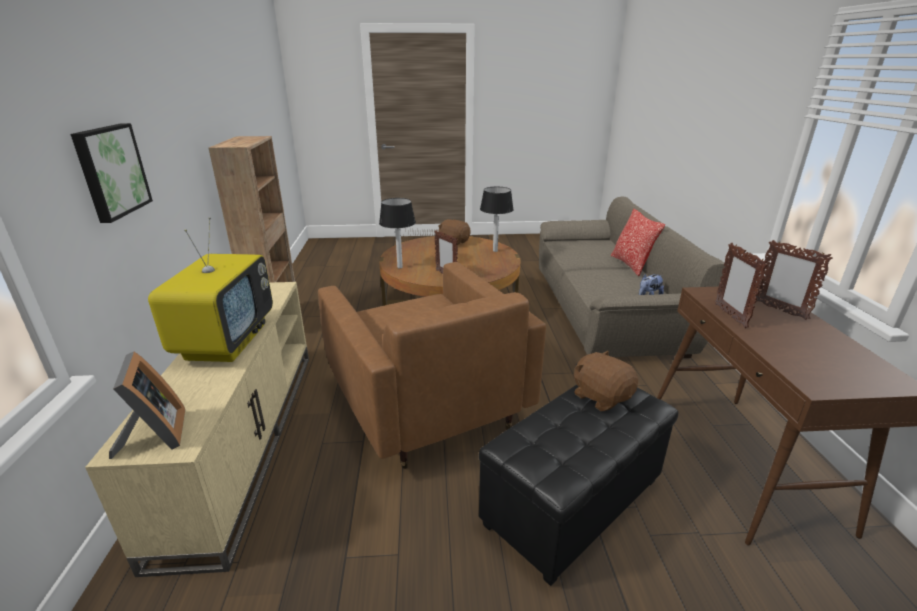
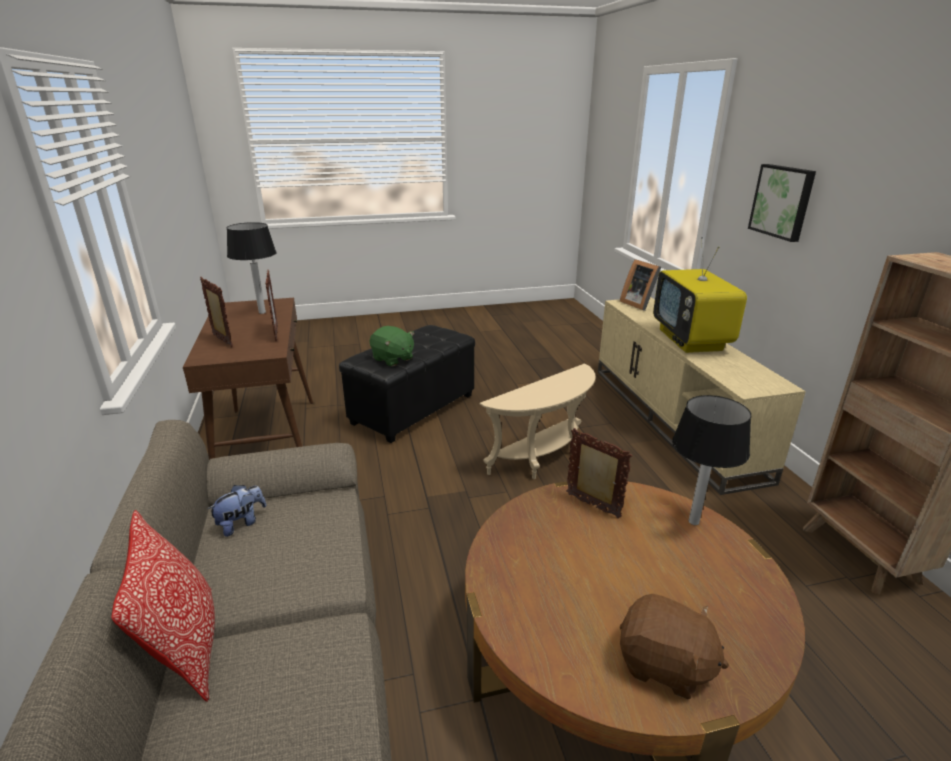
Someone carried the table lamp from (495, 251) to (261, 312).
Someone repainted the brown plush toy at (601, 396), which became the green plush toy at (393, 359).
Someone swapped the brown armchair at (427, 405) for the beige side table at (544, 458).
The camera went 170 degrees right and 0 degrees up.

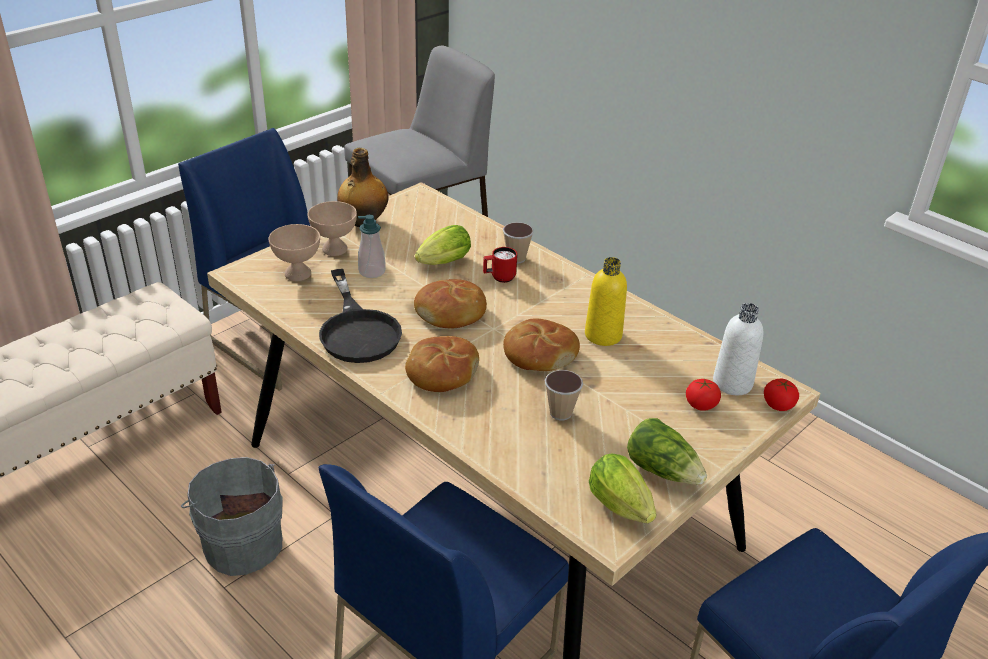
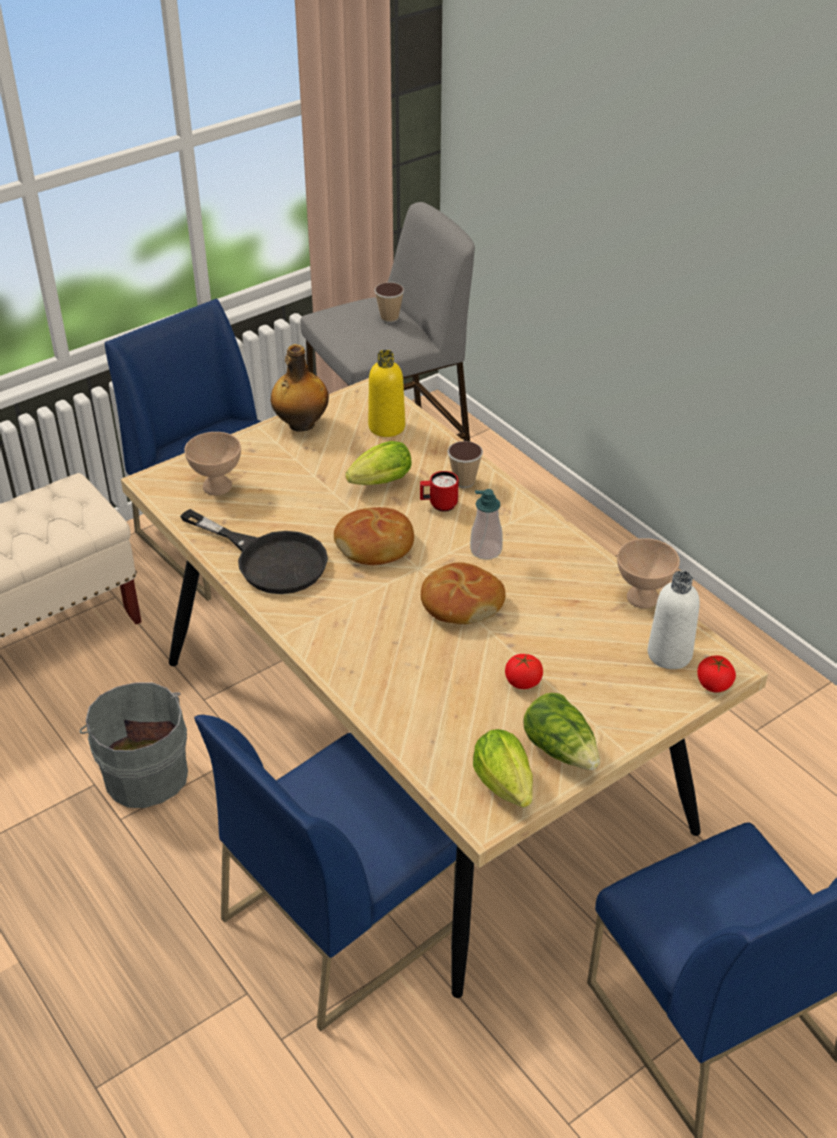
Someone rotated the black frying pan at (357, 330) by 45 degrees counterclockwise.
Someone carried the yellow bottle from (603, 335) to (386, 427).
Someone carried the cup from (560, 413) to (389, 318).
Someone carried the soap dispenser from (372, 271) to (486, 550).
Someone carried the tomato from (701, 405) to (523, 682).
Someone carried the beige bowl from (334, 249) to (641, 597).
Someone took away the bread at (441, 373).
The camera went 10 degrees right and 5 degrees up.

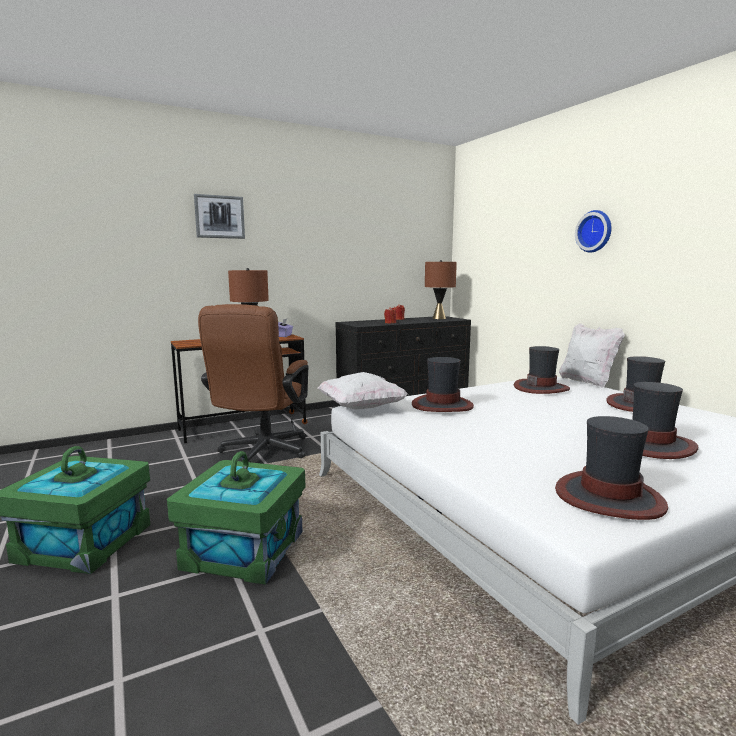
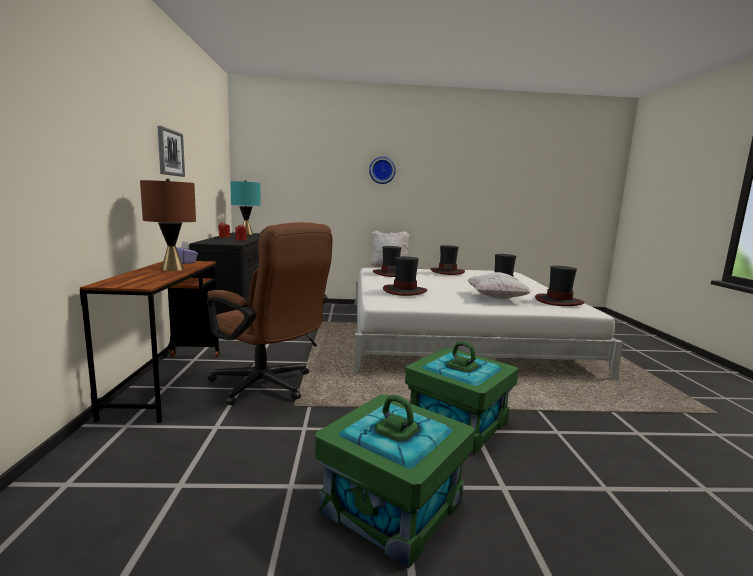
Someone carried the picture from (219, 217) to (170, 152).
Someone repainted the brown table lamp at (439, 318), which became the turquoise table lamp at (246, 234).
Someone carried the white pillow from (361, 408) to (496, 298).
The camera went 65 degrees left and 0 degrees up.

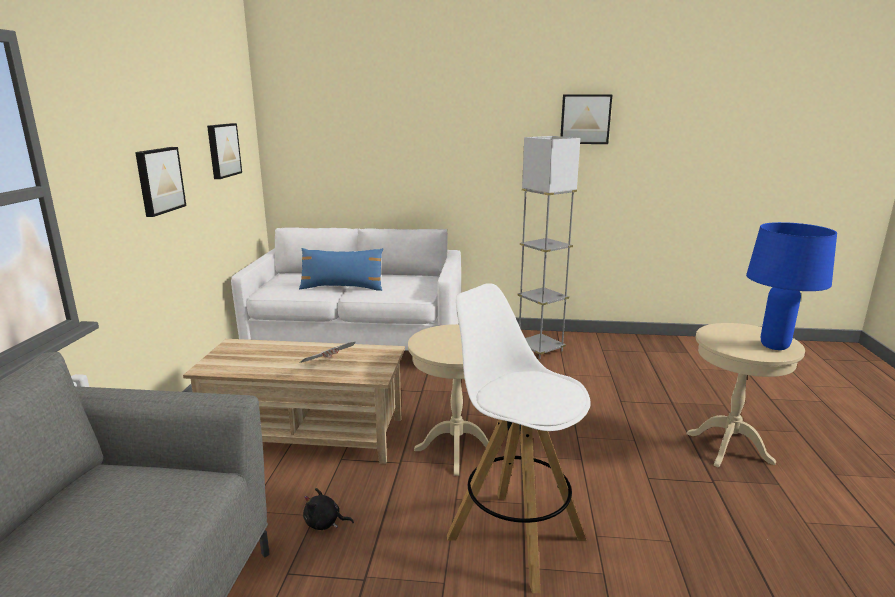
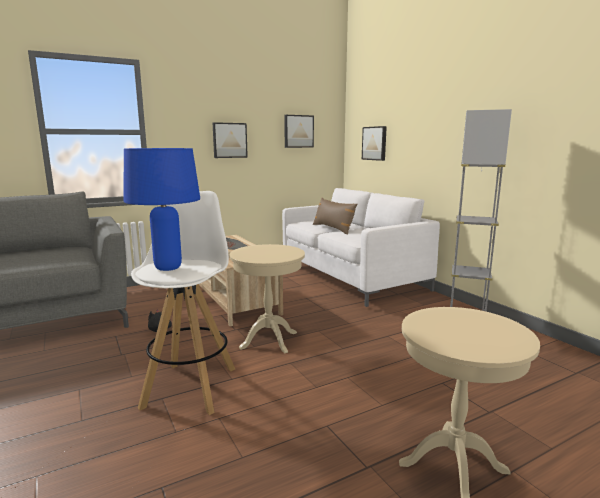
Someone carried the blue table lamp from (773, 346) to (168, 268).
Someone repainted the blue pillow at (342, 288), which became the brown pillow at (333, 229).
Someone carried the picture from (585, 119) to (375, 143).
The camera went 55 degrees right and 5 degrees down.

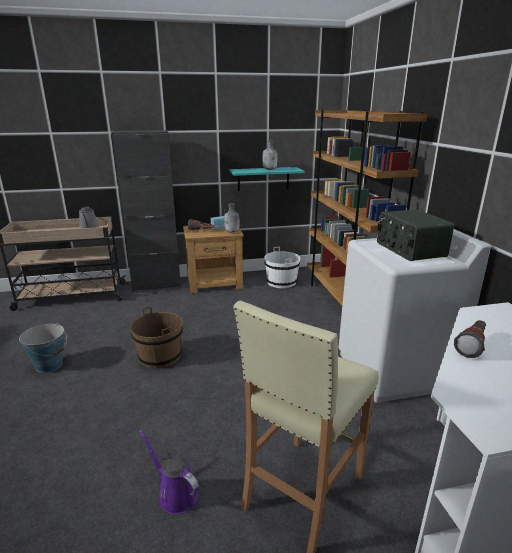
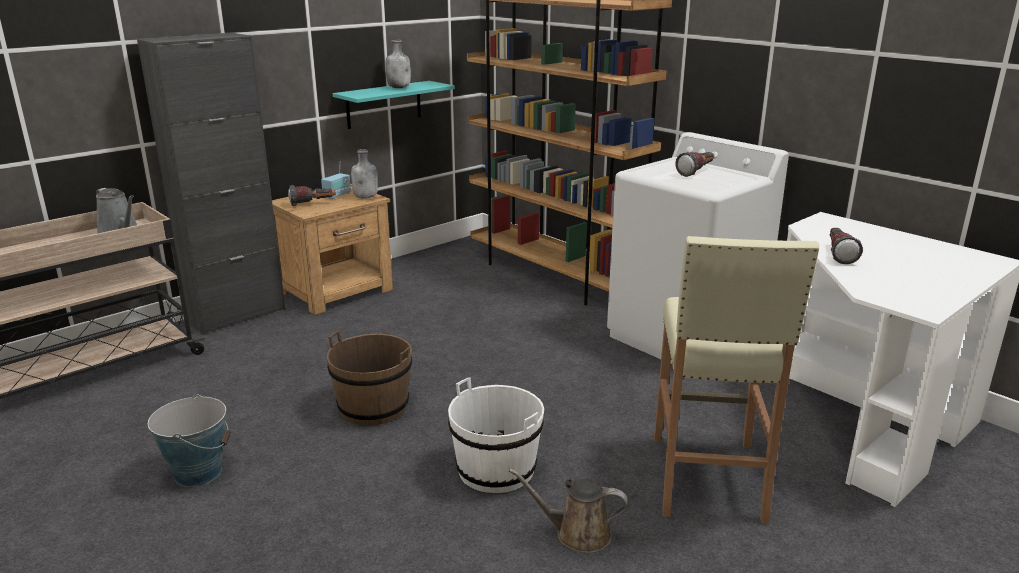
Someone carried the white bucket from (281, 282) to (496, 469).
Someone repainted the purple watering can at (175, 493), which became the brown watering can at (577, 534).
Someone swapped the radio at (409, 250) for the flashlight at (697, 172).
The camera went 30 degrees left and 0 degrees up.

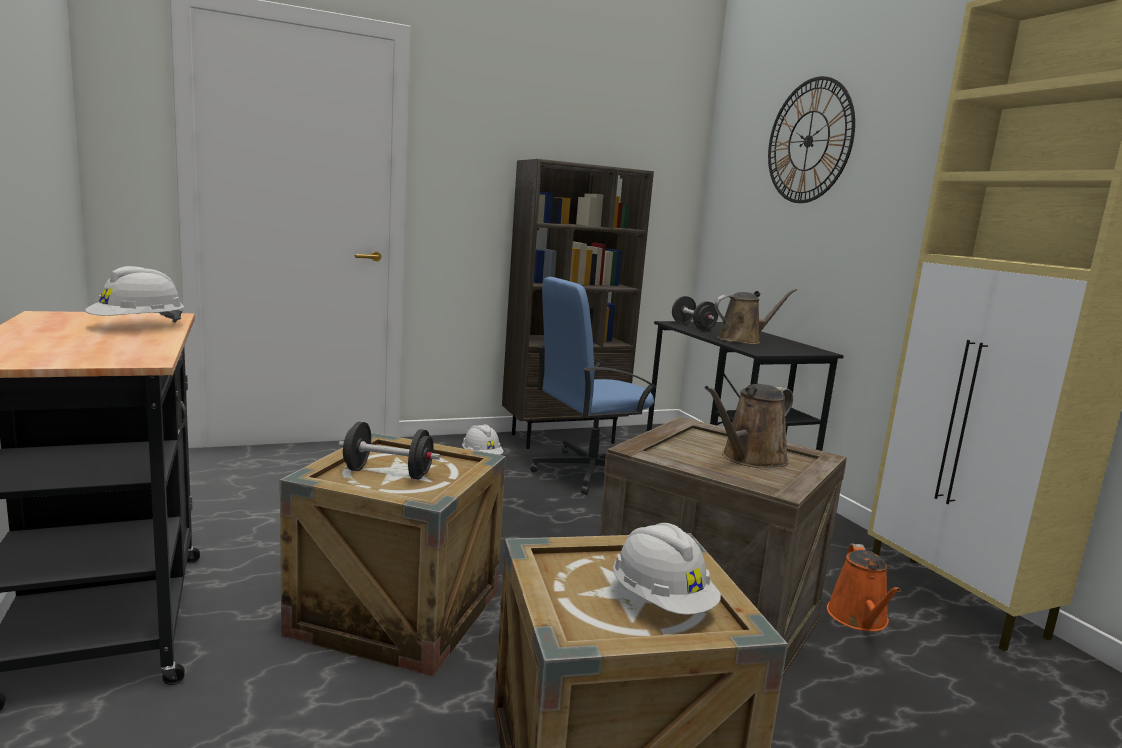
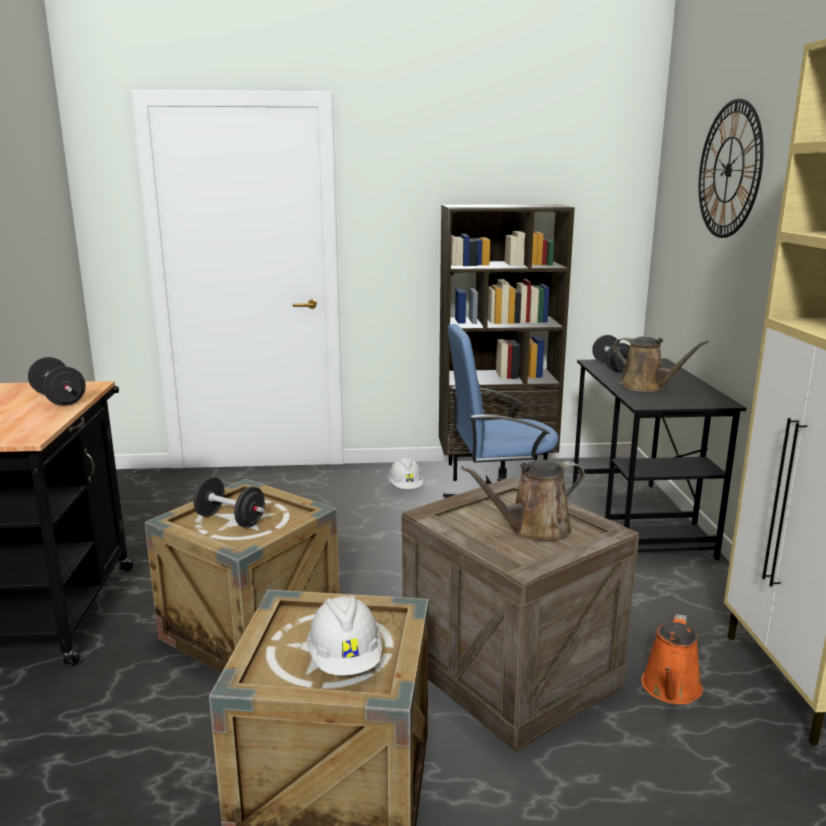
Someone swapped the white hard hat at (138, 326) for the black dumbbell at (59, 399).
Someone rotated the brown watering can at (742, 340) by 45 degrees clockwise.
The camera went 20 degrees right and 5 degrees up.

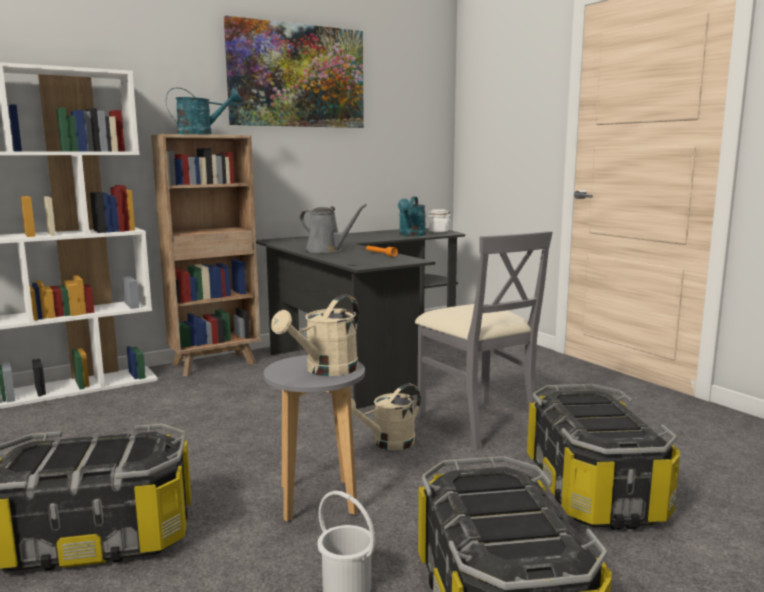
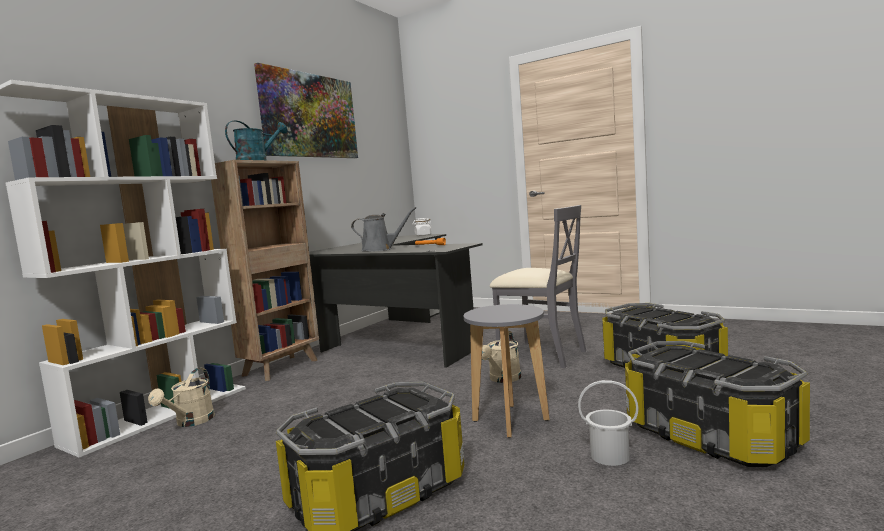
Someone carried the beige watering can from (325, 370) to (191, 422).
Someone took away the turquoise watering can at (411, 235).
The camera went 25 degrees left and 5 degrees down.

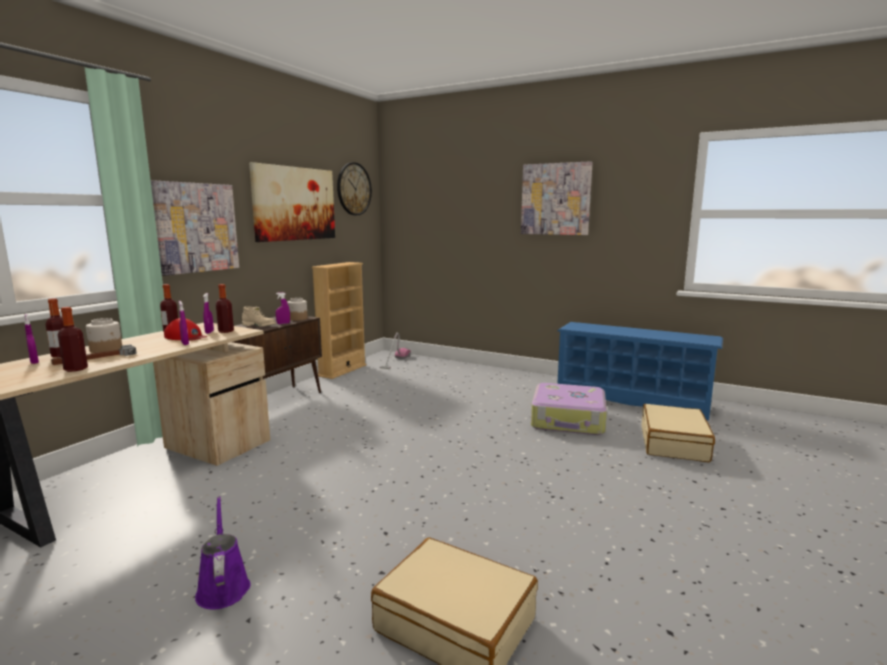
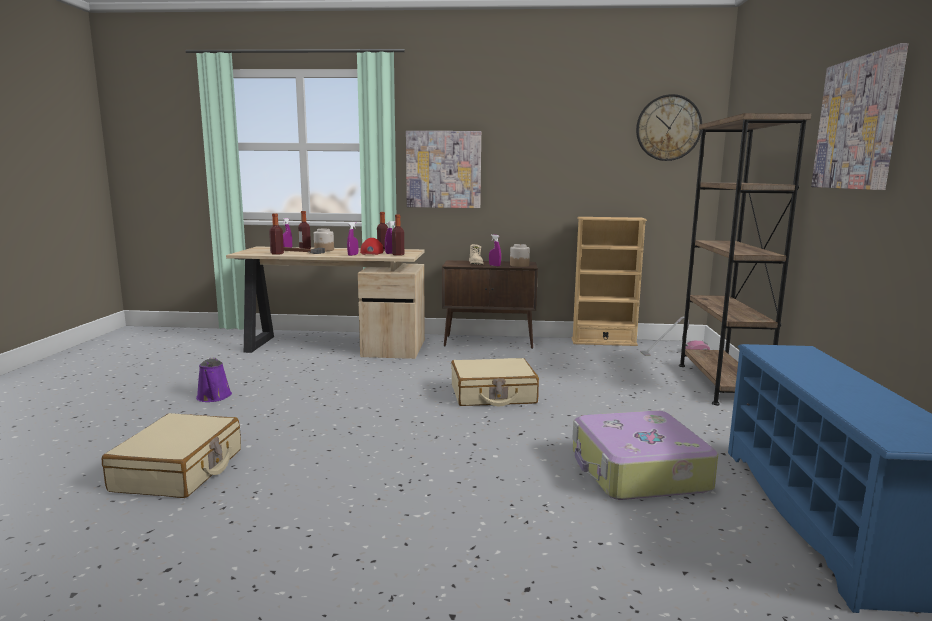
Someone rotated the purple watering can at (223, 587) by 120 degrees clockwise.
Someone carried the beige suitcase from (674, 444) to (493, 395).
Someone put down the brown bookcase at (720, 384).
Someone took away the picture at (294, 203).
The camera went 65 degrees right and 0 degrees up.

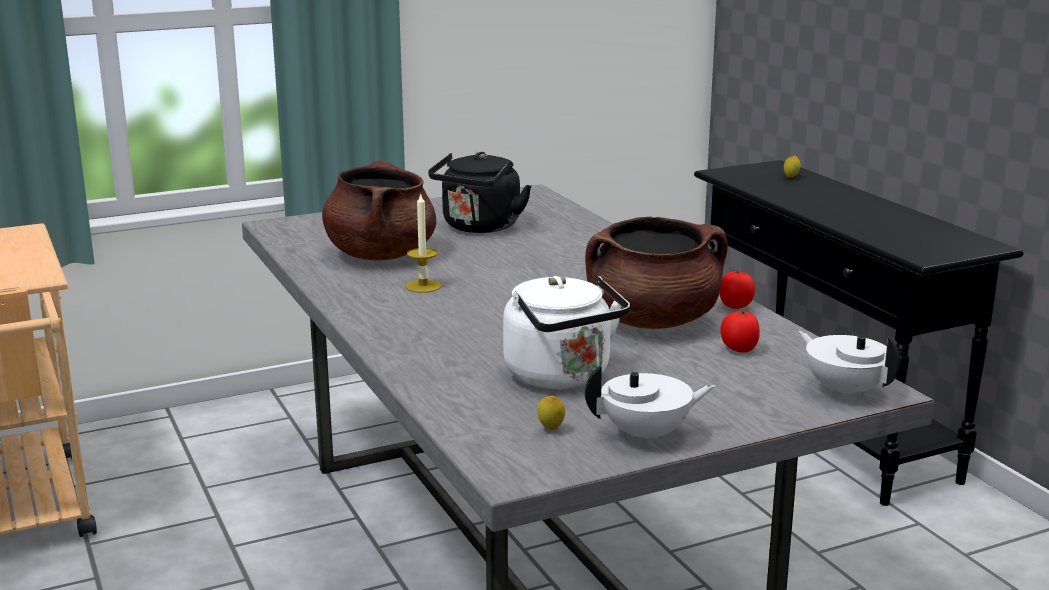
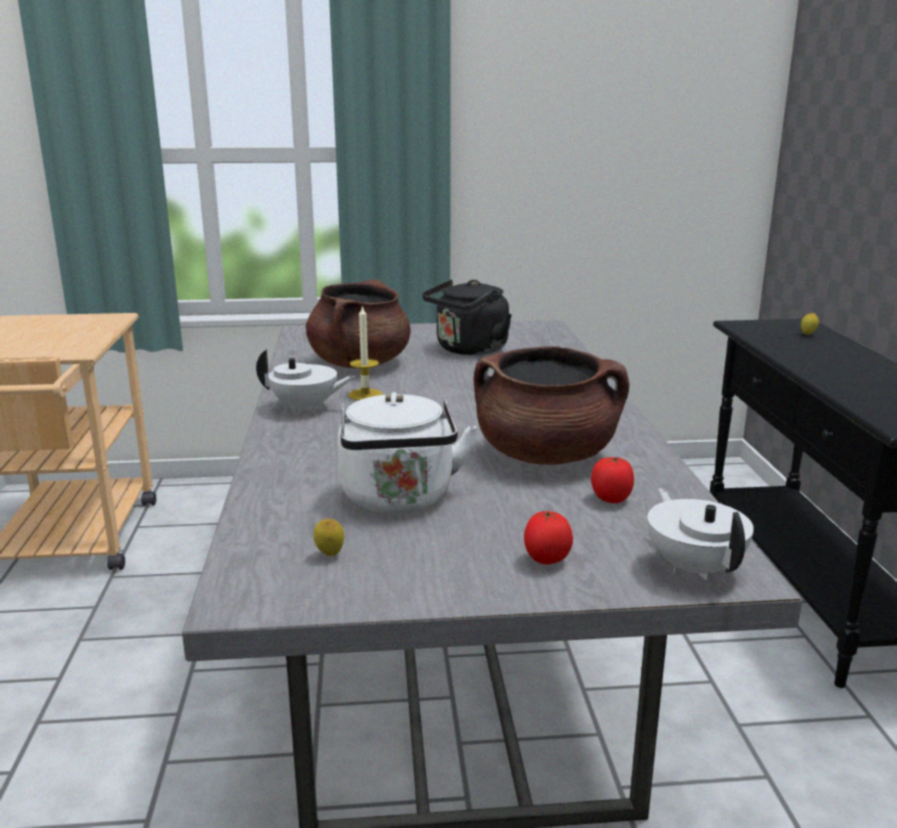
Someone carried the white teapot from (647, 435) to (305, 408).
Someone carried the tomato from (736, 307) to (546, 560).
The camera went 20 degrees right and 0 degrees up.

